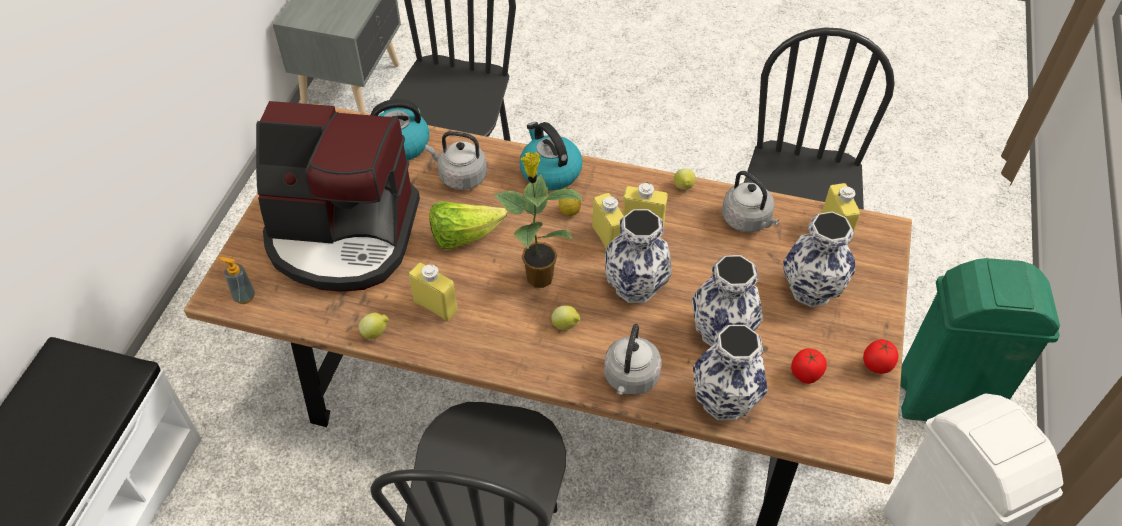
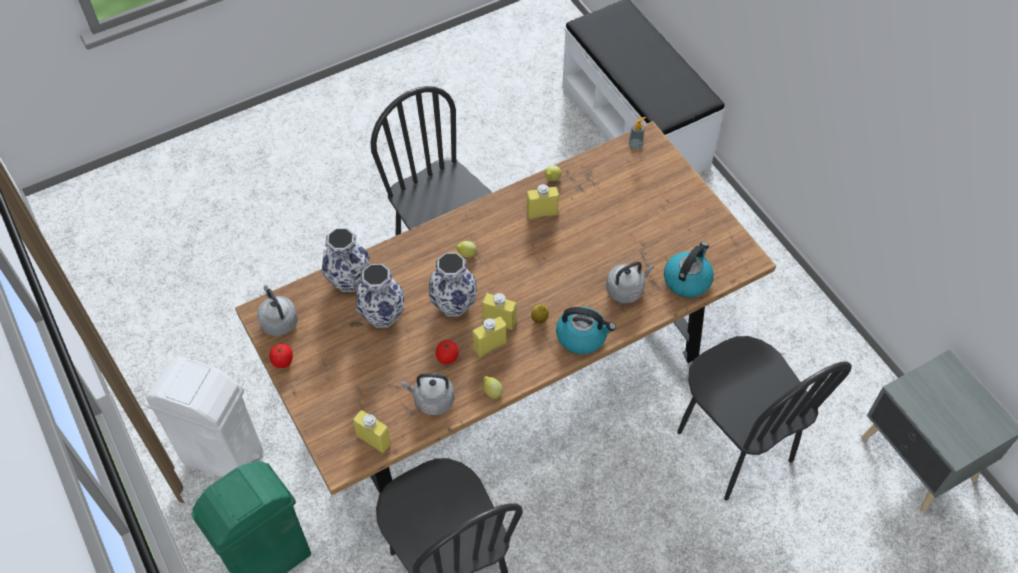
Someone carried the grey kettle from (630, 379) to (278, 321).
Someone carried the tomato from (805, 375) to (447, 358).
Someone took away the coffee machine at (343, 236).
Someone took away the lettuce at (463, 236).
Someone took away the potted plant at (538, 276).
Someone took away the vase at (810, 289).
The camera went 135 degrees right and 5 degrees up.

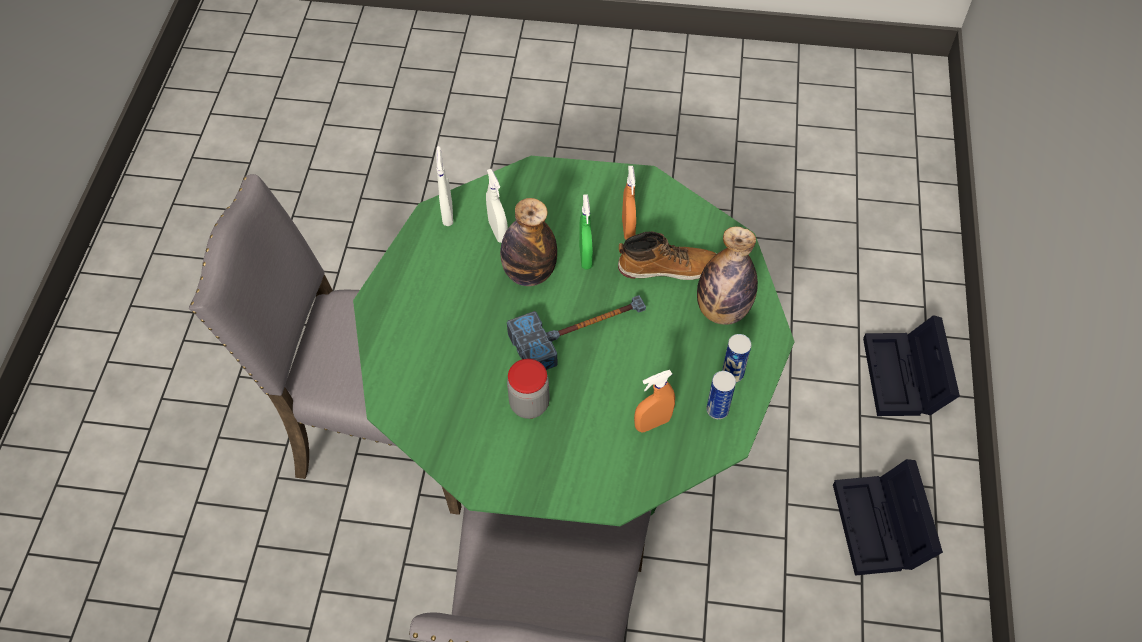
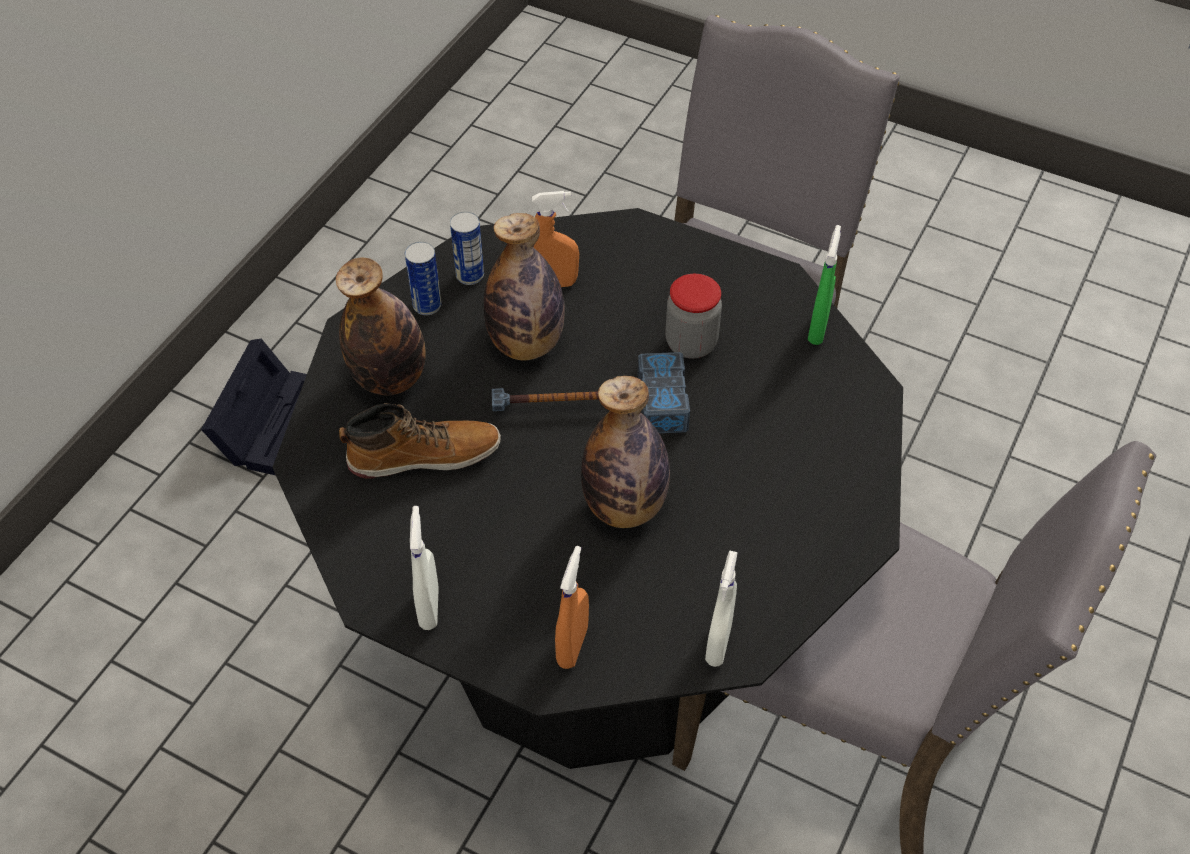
Someone repainted the green dining table at (572, 446), which became the black dining table at (594, 628).
Someone rotated the boot at (668, 267) by 150 degrees clockwise.
Someone carried the white spray bottle from (498, 232) to (429, 607).
Someone put down the bottle at (526, 344).
Someone carried the orange spray bottle from (628, 229) to (572, 646).
Someone carried the green spray bottle from (585, 257) to (818, 329).
Someone took away the black storage box at (906, 378).
The camera went 160 degrees left and 5 degrees down.

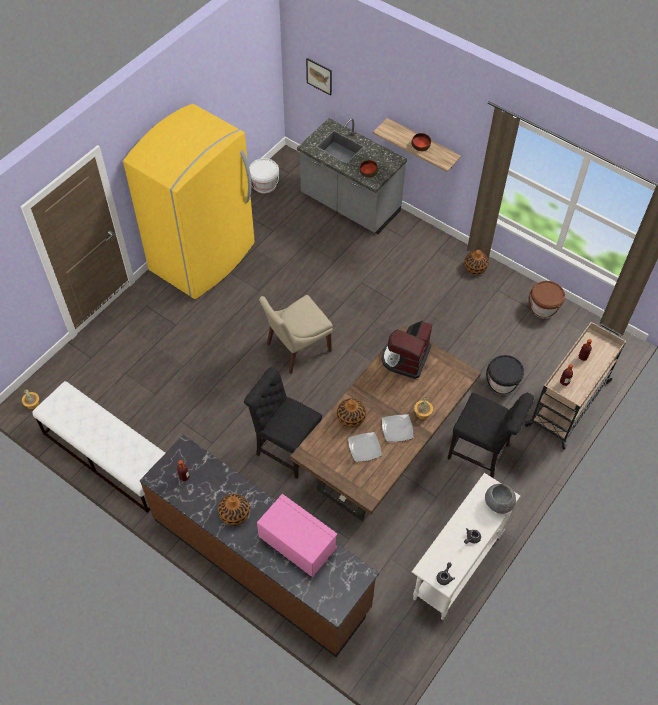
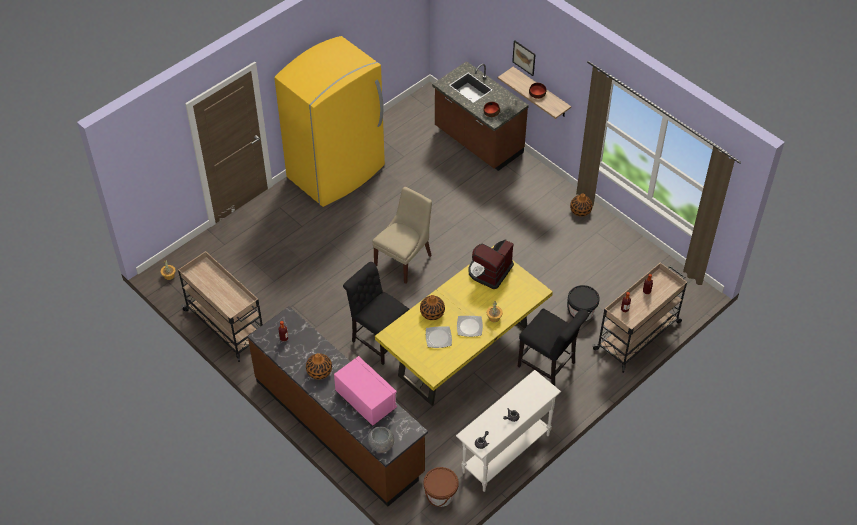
Someone swapped the white bench at (109, 456) for the beige cart at (226, 326).
Someone carried the grey bowl from (499, 503) to (381, 445).
Someone rotated the beige chair at (296, 348) by 150 degrees clockwise.
Someone repainted the brown dining table at (384, 450), which became the yellow dining table at (463, 353).
Someone carried the brown bucket from (543, 308) to (440, 495).
Someone repainted the grey counter at (349, 205), which became the brown counter at (478, 142).
Someone carried the picture from (319, 76) to (524, 57).
Someone took away the white bucket at (264, 185).
The camera went 10 degrees right and 5 degrees down.

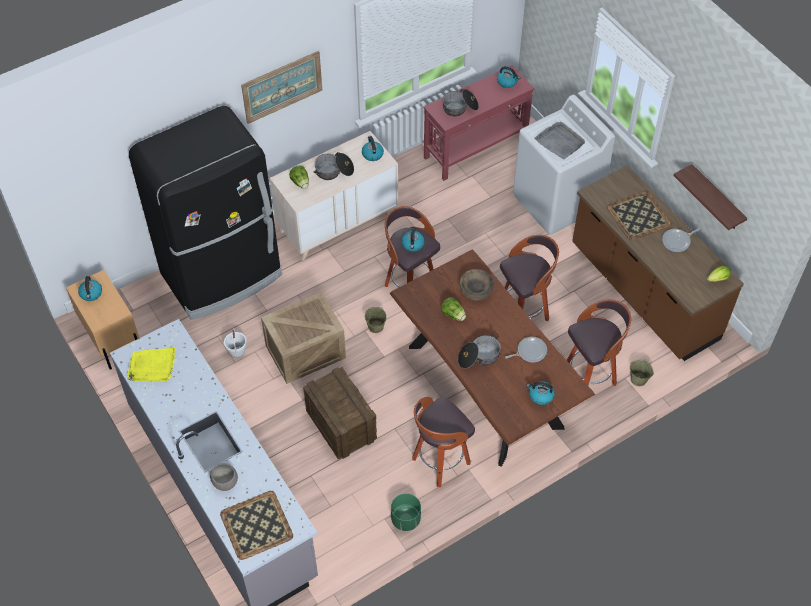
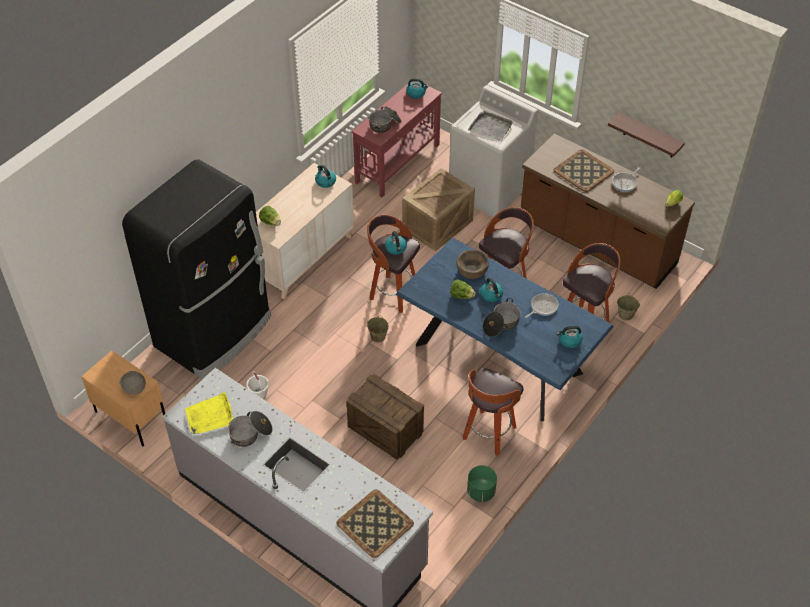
Someone carried the grey bowl from (224, 482) to (134, 389).
Someone carried the cooking pot from (334, 171) to (250, 434).
Someone repainted the brown dining table at (485, 386), which became the blue dining table at (498, 358).
Someone carried the crate from (306, 351) to (437, 224).
Someone carried the kettle from (91, 294) to (491, 295).
Someone took away the picture at (282, 86).
The camera went 20 degrees left and 5 degrees down.

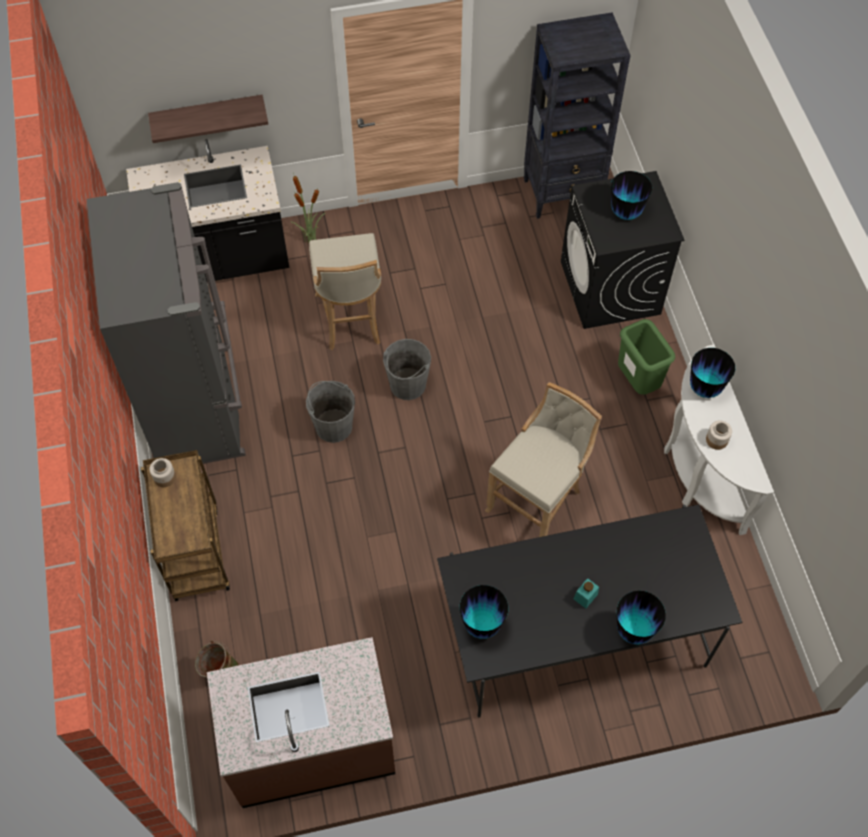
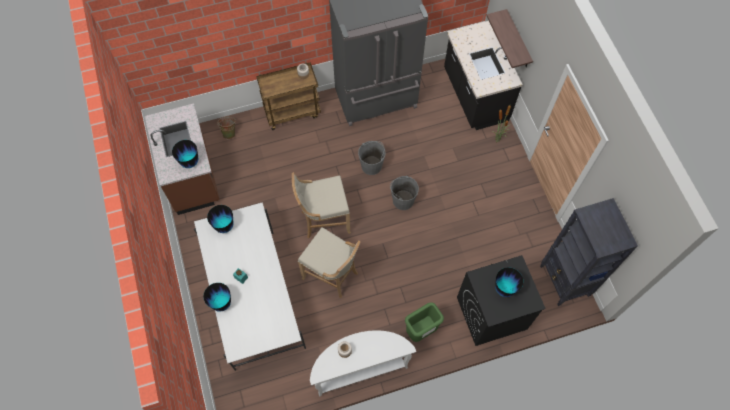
Someone carried the vase from (704, 388) to (190, 162).
Someone repainted the black dining table at (575, 630), which became the white dining table at (254, 298).
Someone carried the beige stool from (351, 320) to (323, 220).
The camera went 85 degrees right and 5 degrees up.

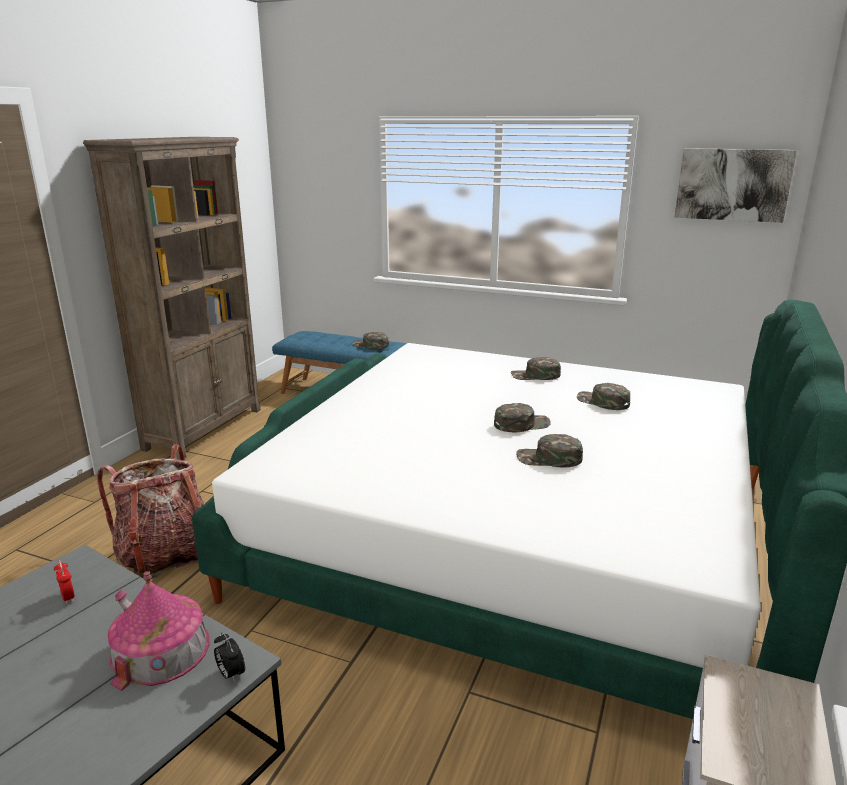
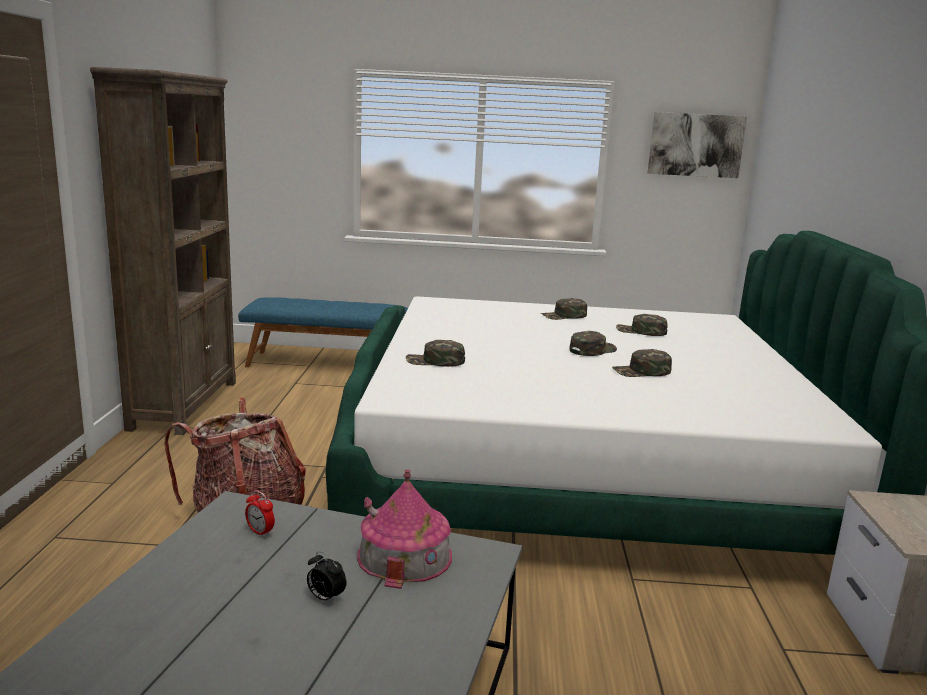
Someone carried the alarm clock from (230, 674) to (325, 598).
Someone carried the green cap from (370, 345) to (435, 361).
The camera went 20 degrees left and 5 degrees down.

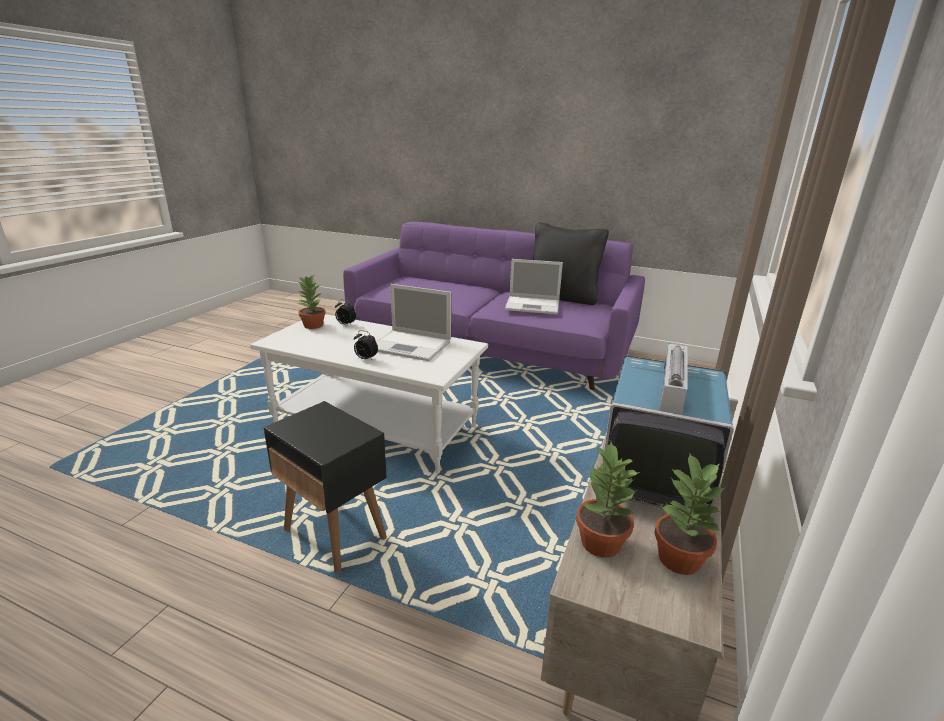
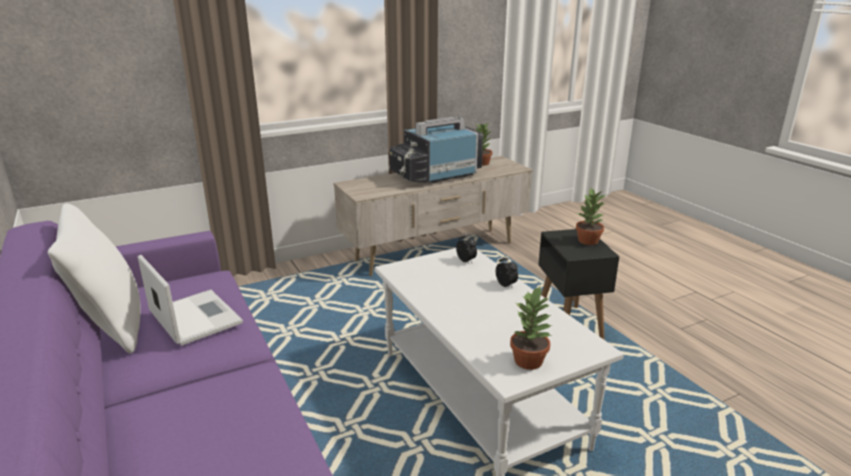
Someone repainted the black pillow at (561, 297), which became the white pillow at (111, 326).
Someone carried the alarm clock from (345, 324) to (466, 261).
Someone carried the potted plant from (600, 542) to (588, 241).
Someone took away the laptop at (412, 346).
The camera went 140 degrees left and 0 degrees up.

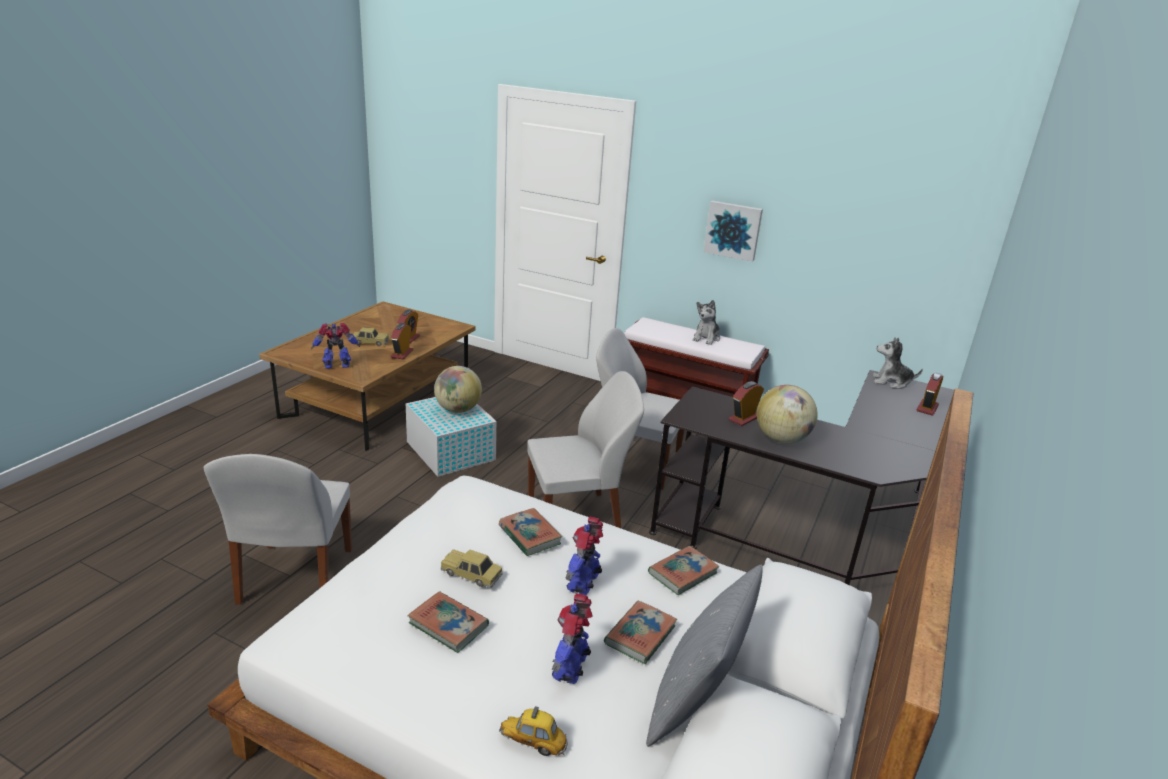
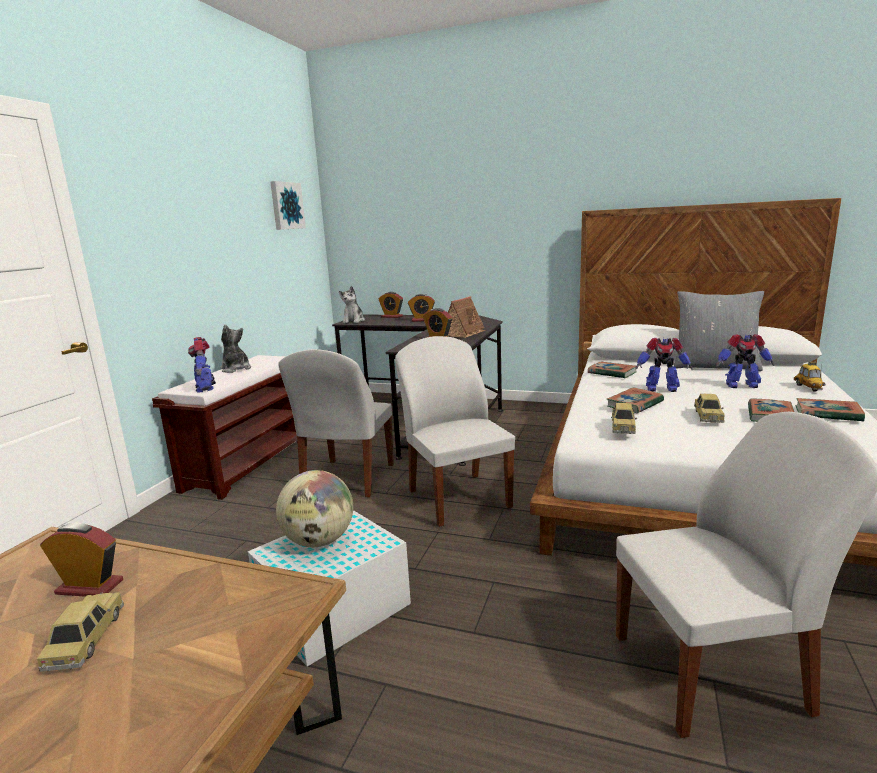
Someone carried the toy robot from (337, 366) to (205, 388).
Someone rotated the plush toy at (706, 338) by 150 degrees counterclockwise.
Someone carried the picture from (733, 230) to (286, 206).
Someone carried the alarm clock from (402, 354) to (422, 320).
Someone swapped the globe at (781, 439) for the toy house at (463, 333).
Someone put down the toy car at (623, 426).
Someone carried the book from (640, 635) to (827, 414).
The camera went 95 degrees left and 10 degrees down.

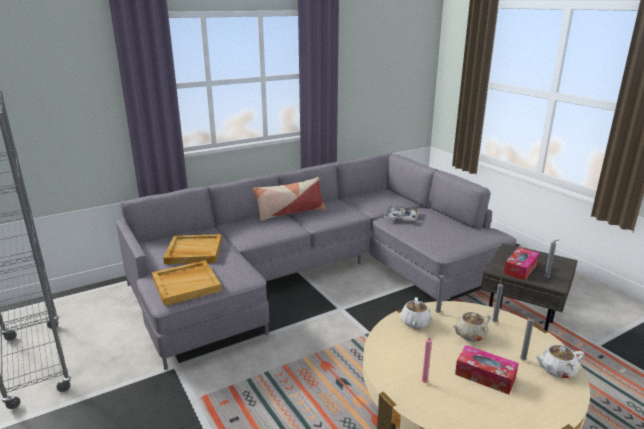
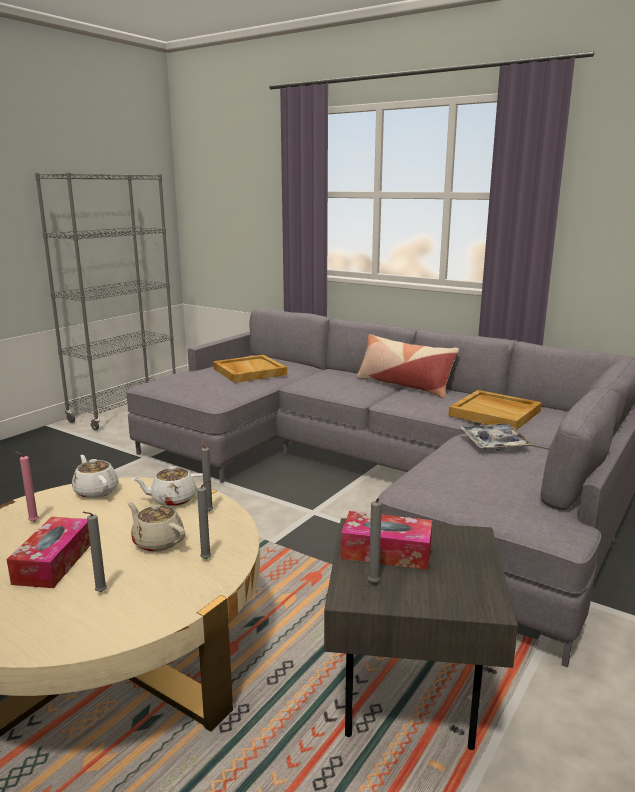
Someone carried the white teapot from (556, 370) to (96, 491).
Someone carried the beige tray from (186, 284) to (495, 413).
The camera went 65 degrees right and 5 degrees down.

